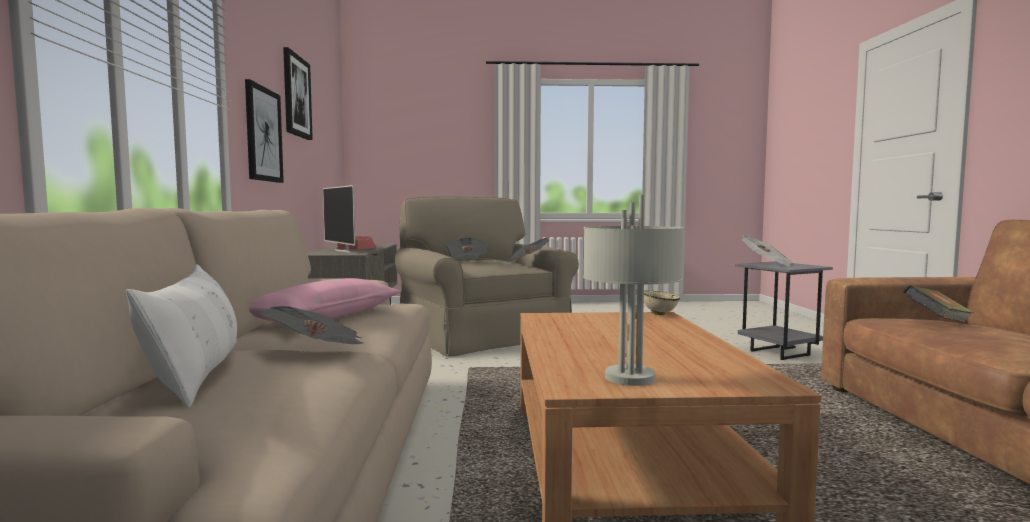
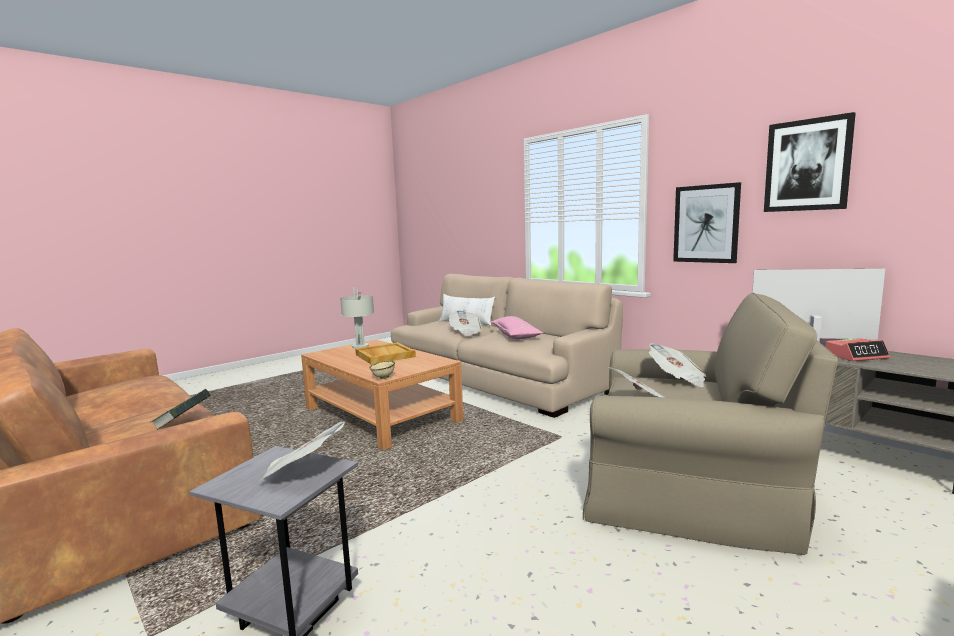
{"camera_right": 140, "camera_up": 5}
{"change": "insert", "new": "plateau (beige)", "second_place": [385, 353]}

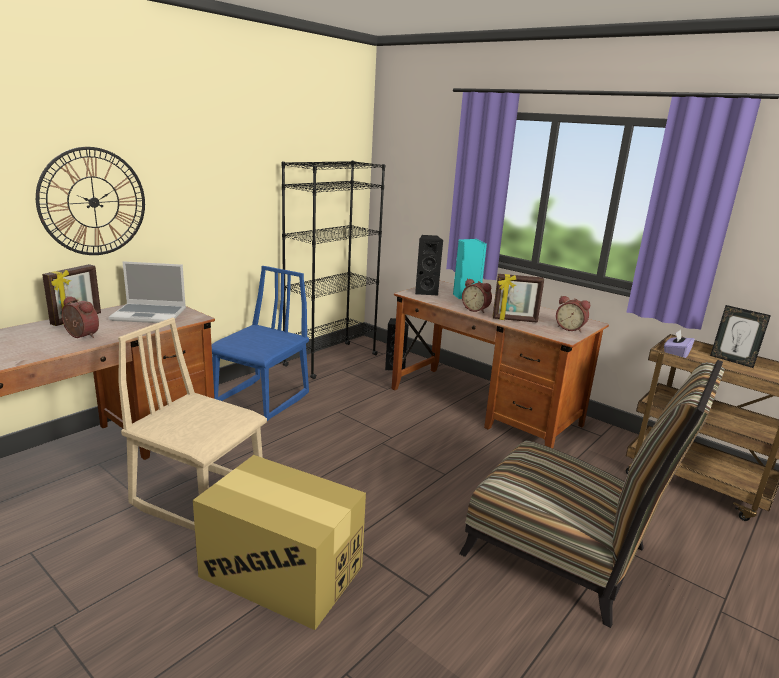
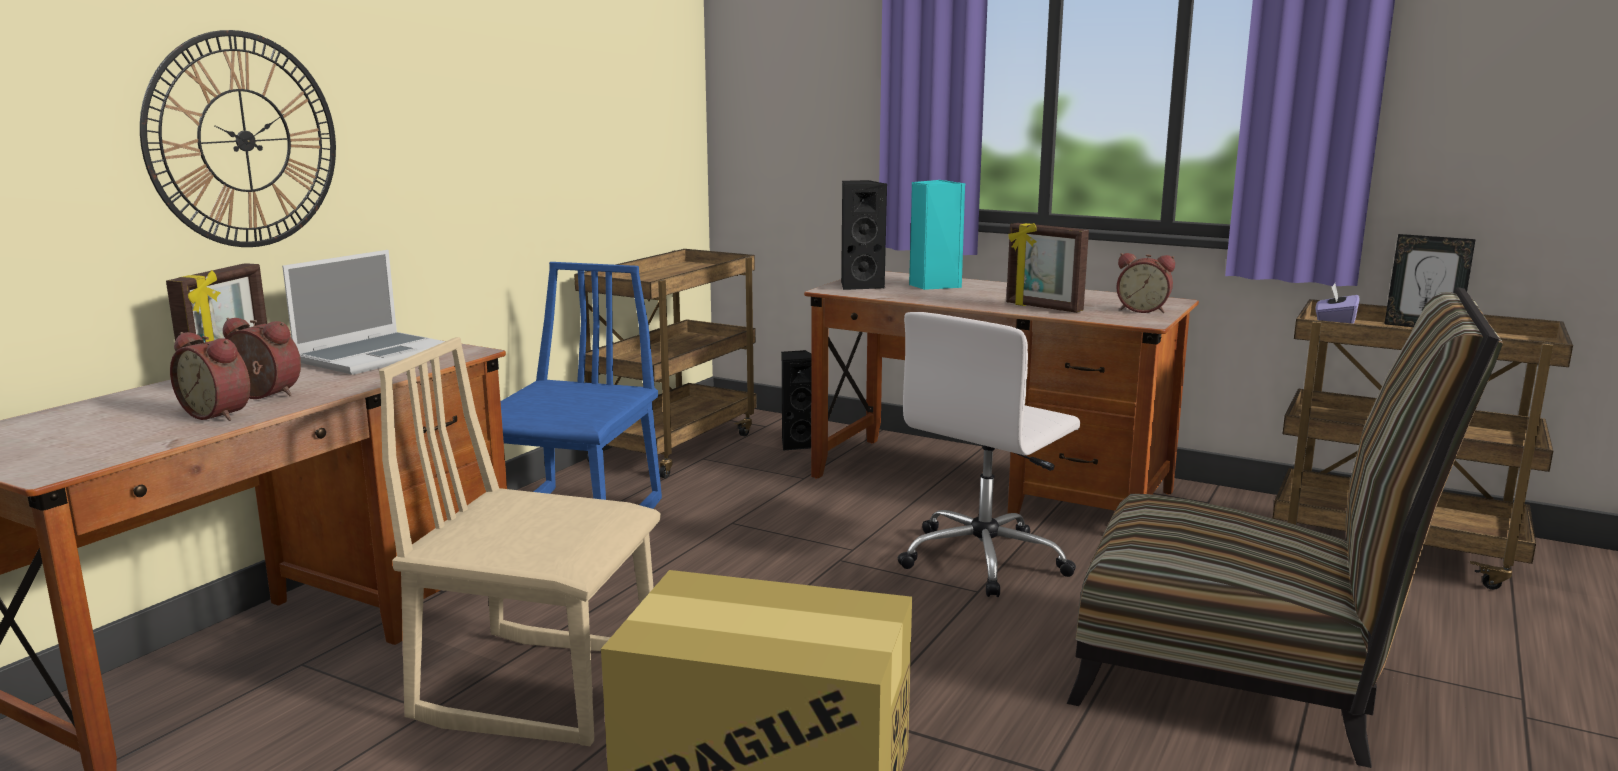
{"camera_right": -10, "camera_up": -5}
{"change": "insert", "new": "chaise de bureau (blanc)", "second_place": [989, 454]}
{"change": "move", "old": "réveil", "first_place": [477, 295], "second_place": [210, 376]}
{"change": "replace", "old": "bibliothèque (noir)", "new": "chariot (marron)", "first_place": [333, 269], "second_place": [665, 363]}
{"change": "rotate", "old": "ordinateur portable", "first_place": [147, 292], "second_place": [363, 312], "degrees": -45}
{"change": "rotate", "old": "cadre photo", "first_place": [518, 298], "second_place": [1047, 268], "degrees": 45}

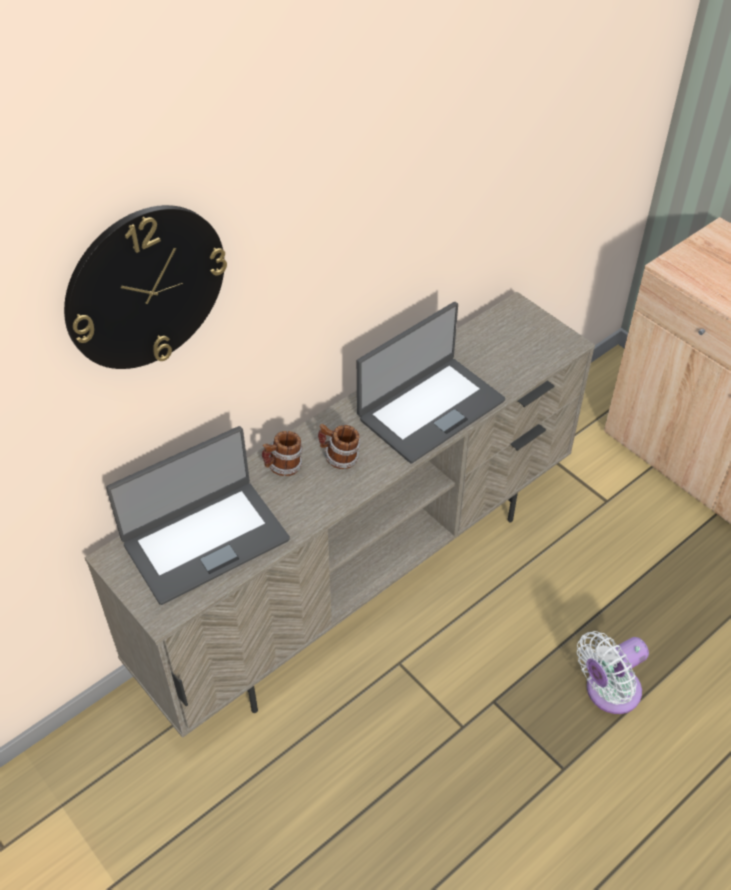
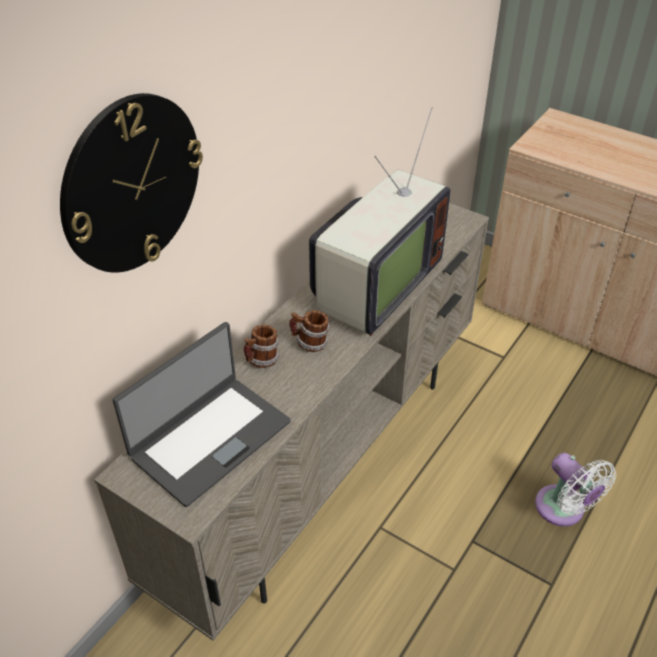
{"camera_right": -15, "camera_up": -5}
{"change": "replace", "old": "ordinateur portable", "new": "téléviseur", "first_place": [431, 383], "second_place": [379, 221]}
{"change": "rotate", "old": "ventilateur (blanc)", "first_place": [613, 672], "second_place": [575, 489], "degrees": -75}

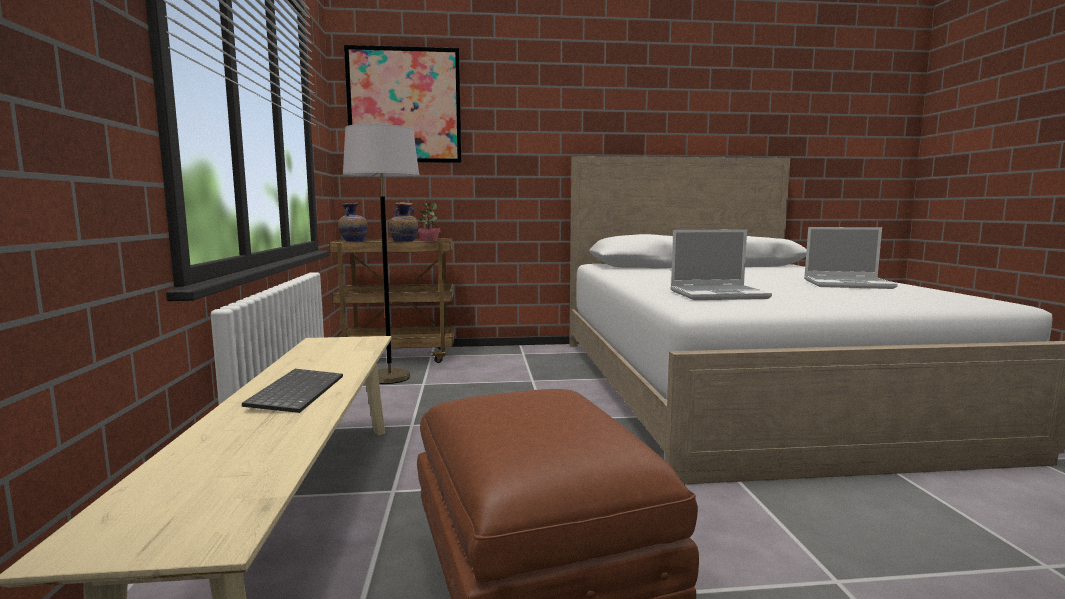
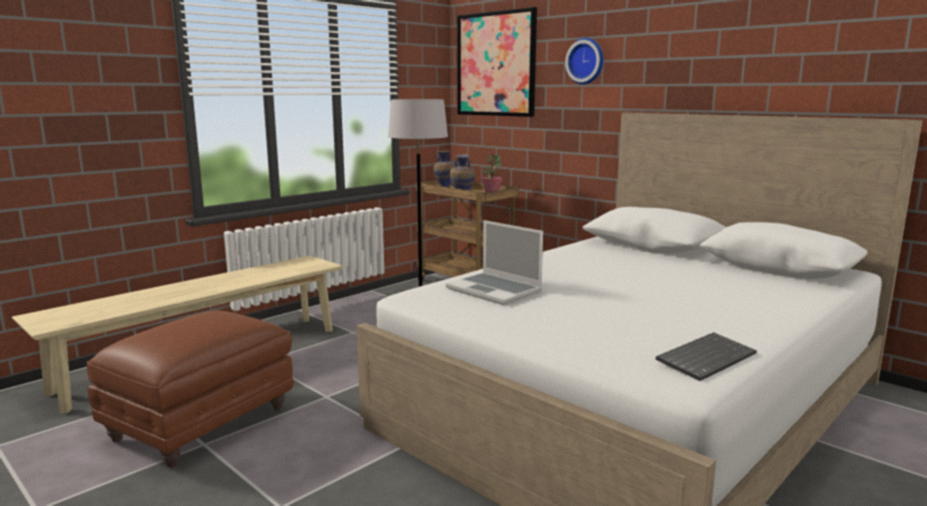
{"camera_right": 50, "camera_up": 5}
{"change": "delete", "old": "ordinateur portable", "first_place": [851, 258]}
{"change": "insert", "new": "horloge murale", "second_place": [584, 61]}
{"change": "move", "old": "clavier", "first_place": [292, 391], "second_place": [706, 356]}

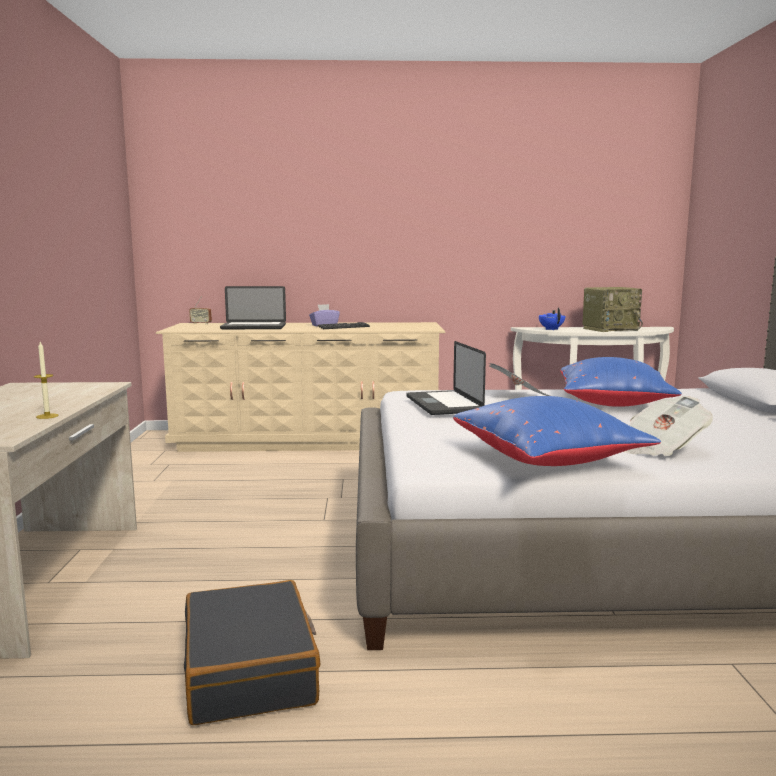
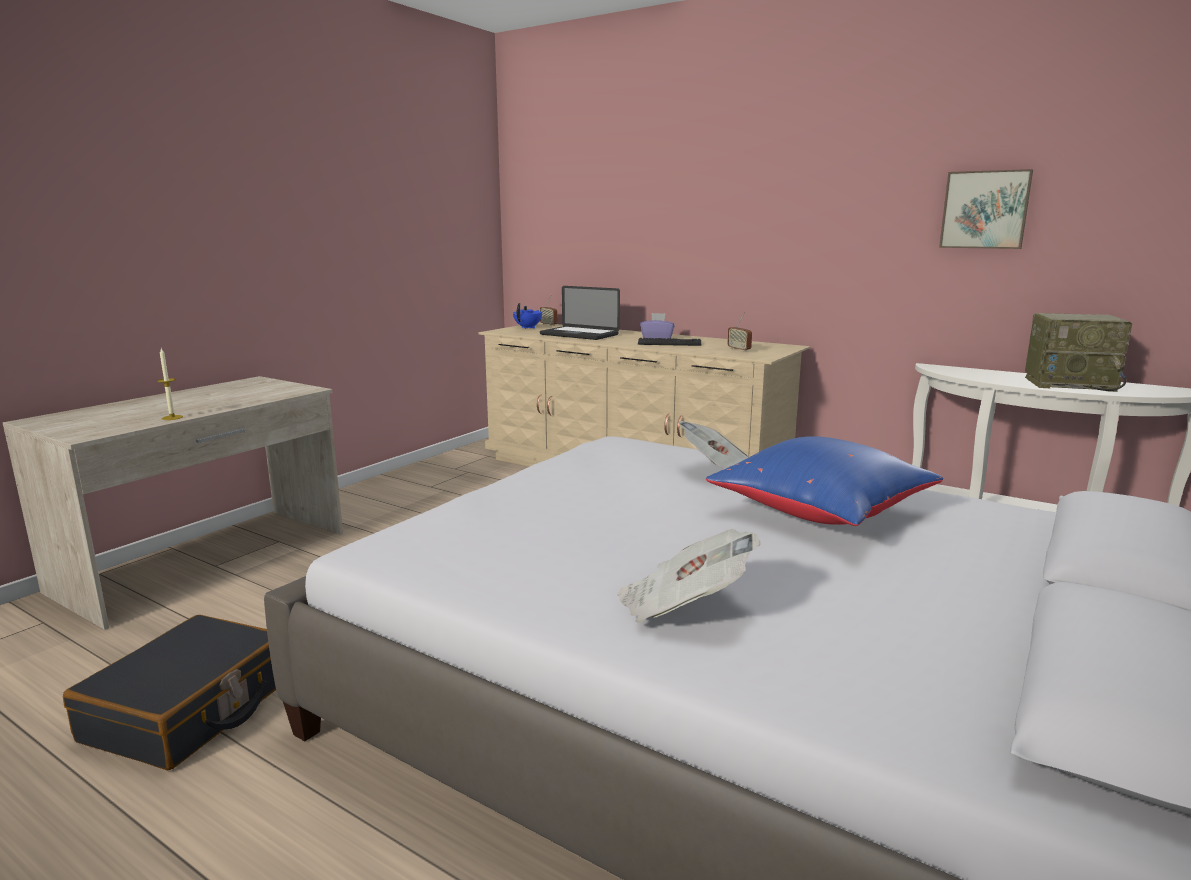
{"camera_right": 35, "camera_up": 5}
{"change": "delete", "old": "ordinateur portable", "first_place": [446, 378]}
{"change": "delete", "old": "coussin (bleu)", "first_place": [557, 431]}
{"change": "insert", "new": "radio", "second_place": [739, 332]}
{"change": "insert", "new": "tableau", "second_place": [986, 209]}
{"change": "move", "old": "théière (bleu)", "first_place": [552, 318], "second_place": [527, 316]}

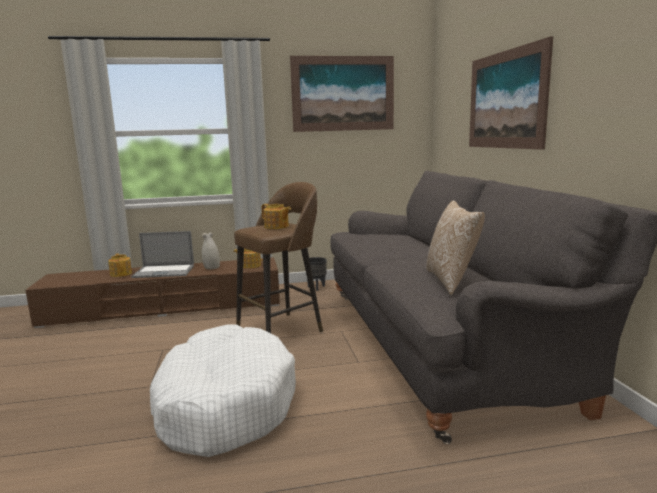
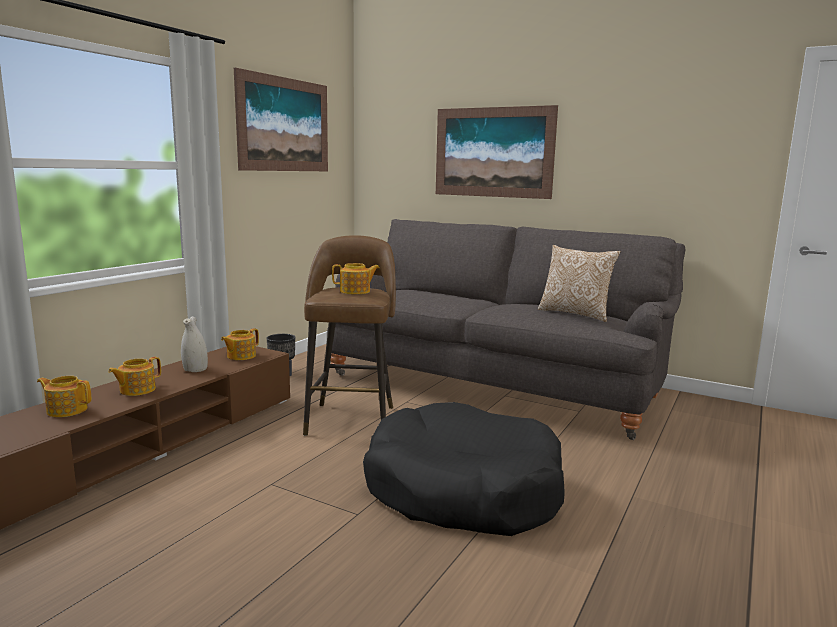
{"camera_right": -50, "camera_up": 0}
{"change": "replace", "old": "ordinateur portable", "new": "théière", "first_place": [162, 254], "second_place": [134, 376]}
{"change": "recolor", "old": "panier pour chien (blanc)", "new": "panier pour chien (noir)", "first_place": [223, 390], "second_place": [464, 469]}

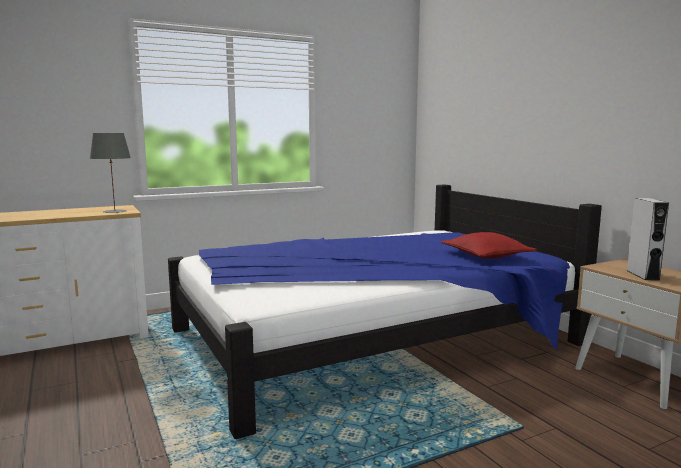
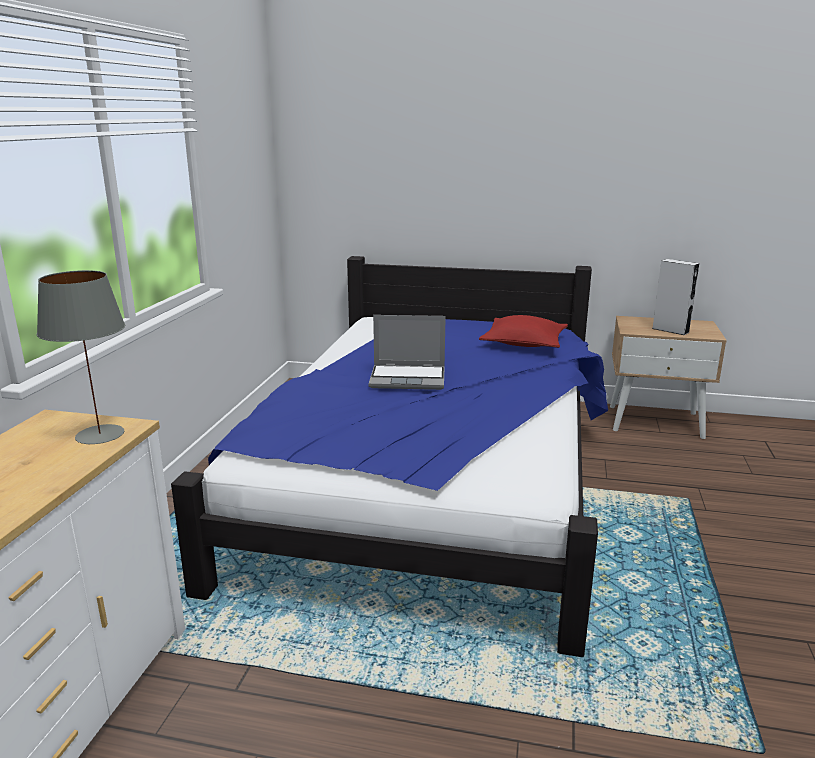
{"camera_right": -50, "camera_up": 10}
{"change": "insert", "new": "ordinateur portable", "second_place": [407, 352]}

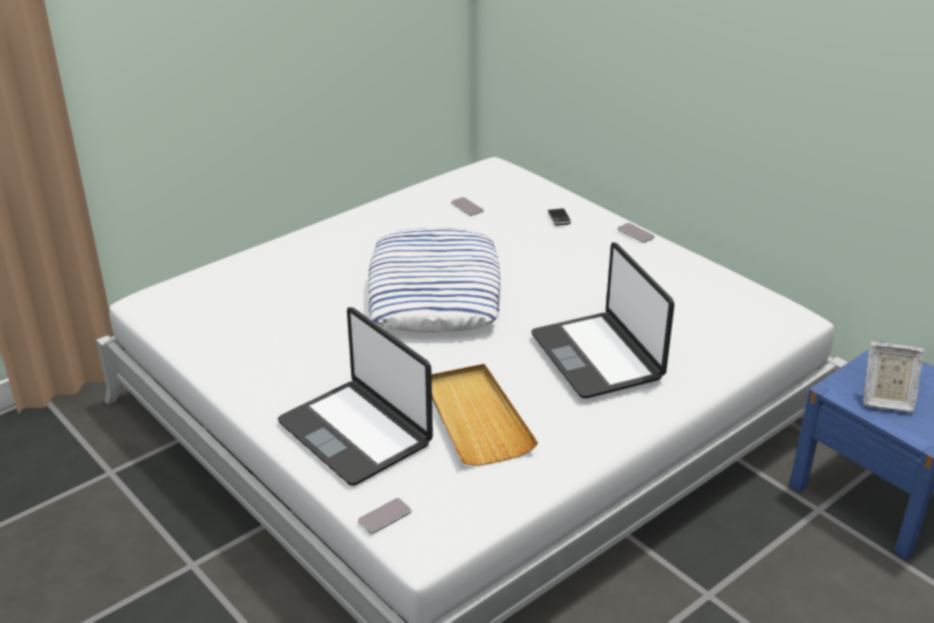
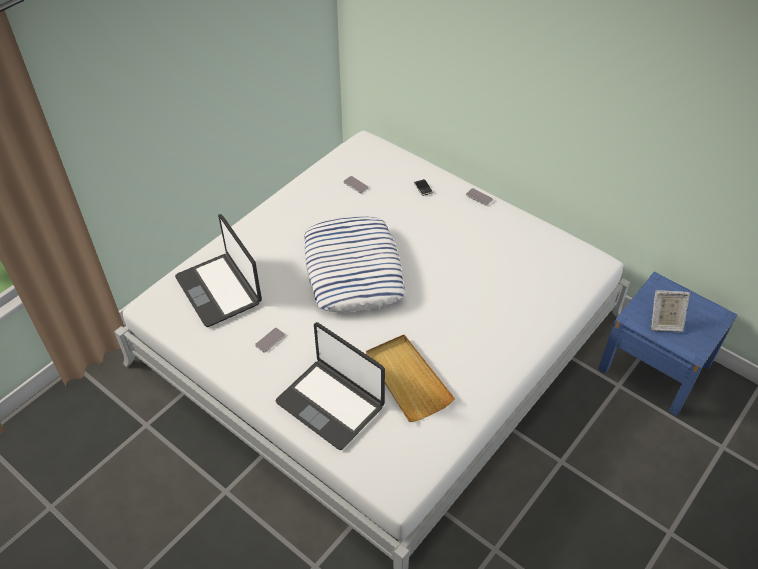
{"camera_right": -10, "camera_up": 15}
{"change": "move", "old": "téléphone", "first_place": [384, 516], "second_place": [270, 340]}
{"change": "move", "old": "ordinateur portable", "first_place": [602, 320], "second_place": [218, 270]}

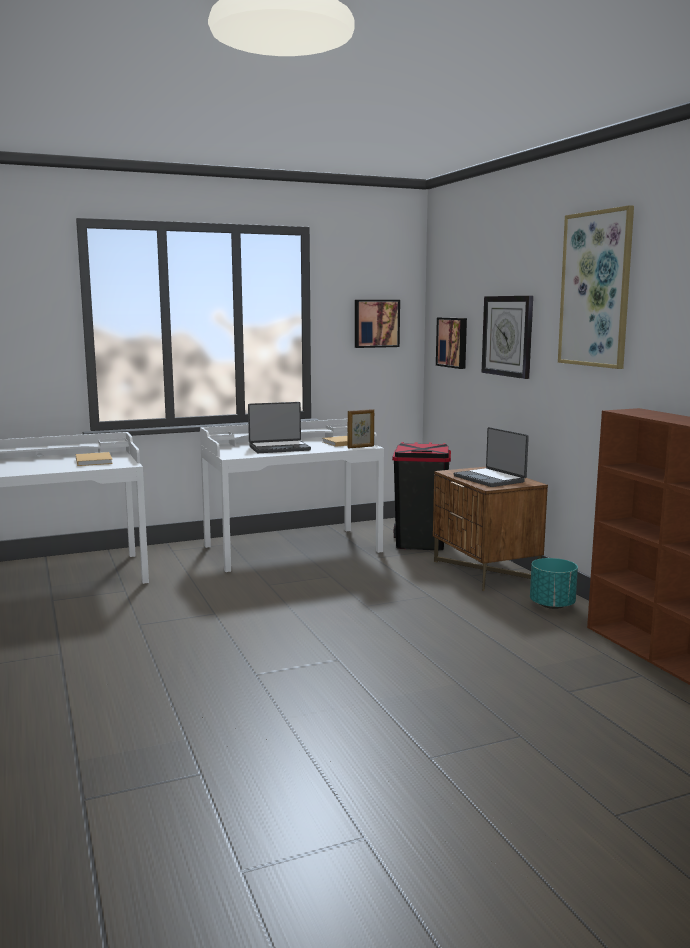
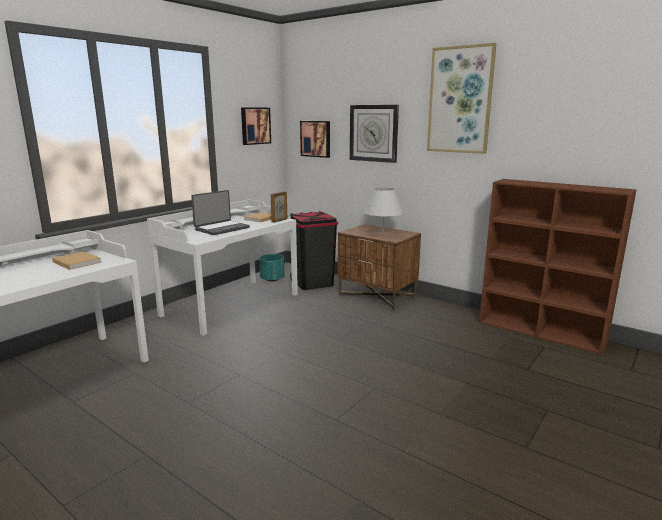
{"camera_right": -30, "camera_up": 5}
{"change": "move", "old": "cache-pot (turquoise)", "first_place": [554, 583], "second_place": [272, 267]}
{"change": "replace", "old": "ordinateur portable", "new": "lampe de table (blanc)", "first_place": [491, 457], "second_place": [383, 205]}

